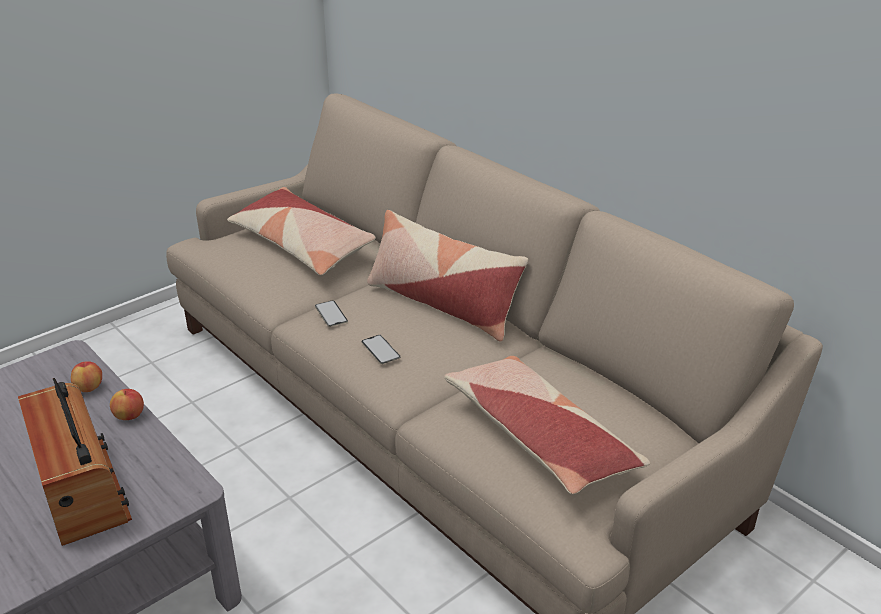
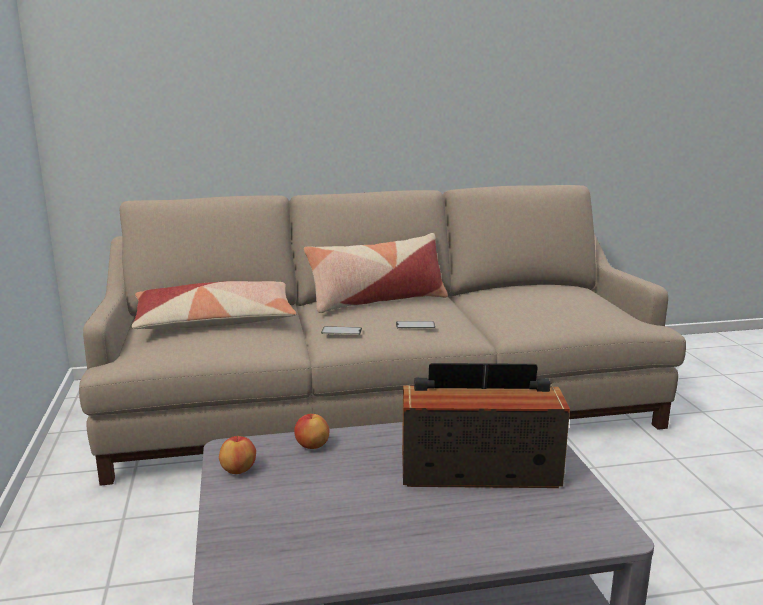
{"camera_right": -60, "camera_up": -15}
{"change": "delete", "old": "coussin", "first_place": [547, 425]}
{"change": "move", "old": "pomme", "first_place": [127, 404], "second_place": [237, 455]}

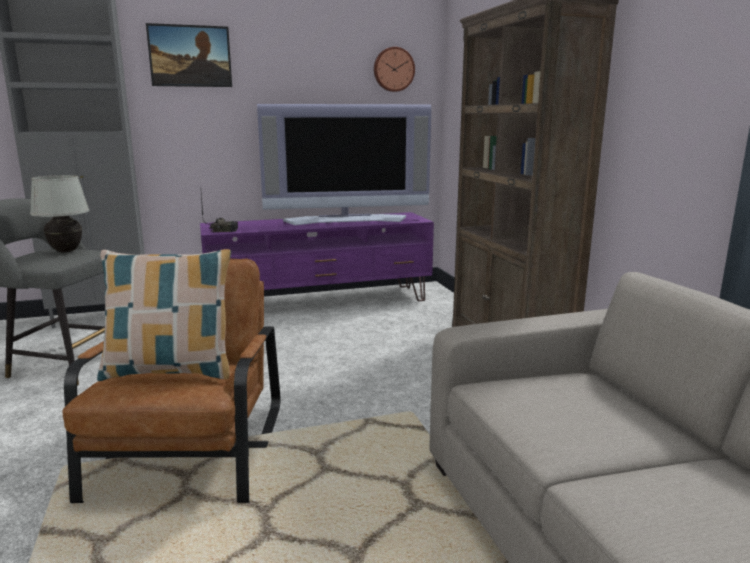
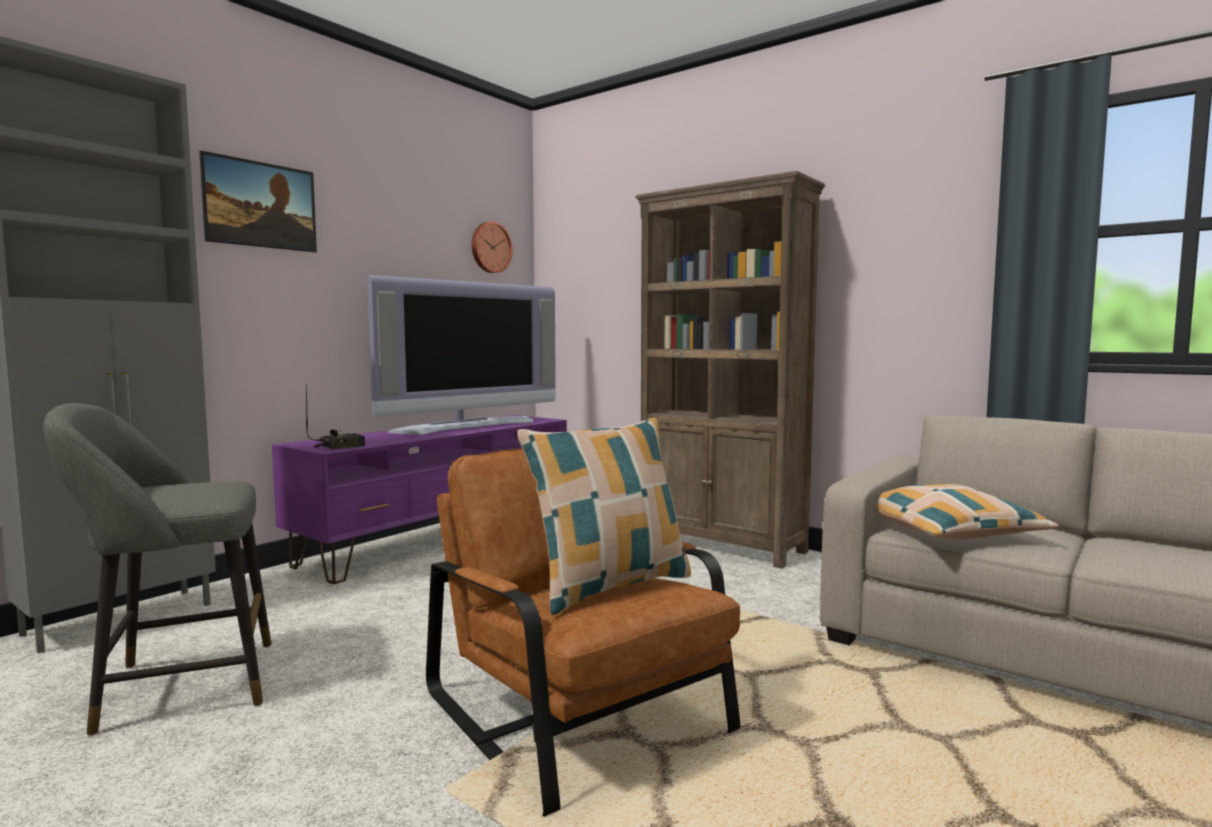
{"camera_right": -35, "camera_up": -10}
{"change": "delete", "old": "lampe de table (blanc)", "first_place": [60, 213]}
{"change": "insert", "new": "coussin", "second_place": [967, 512]}

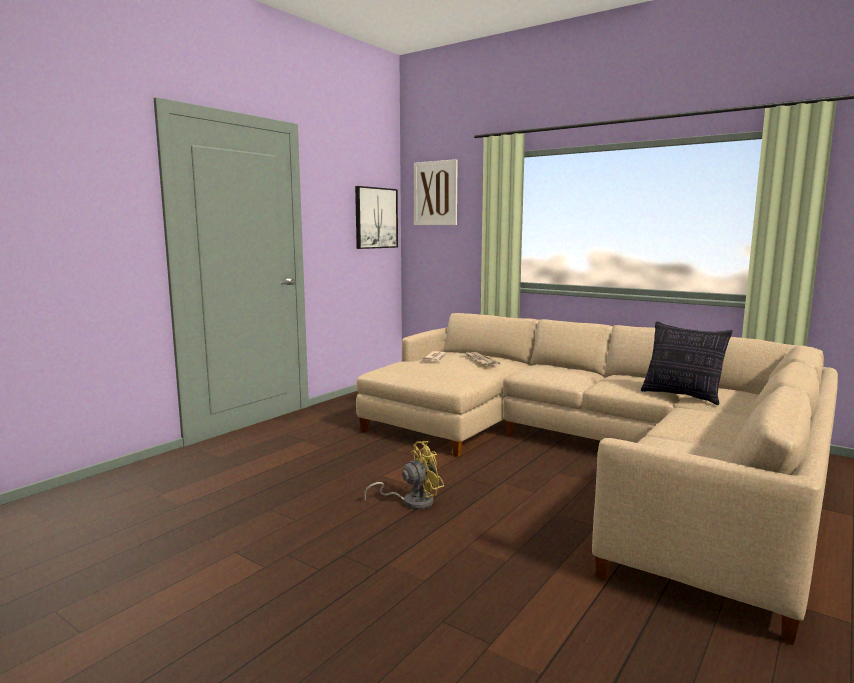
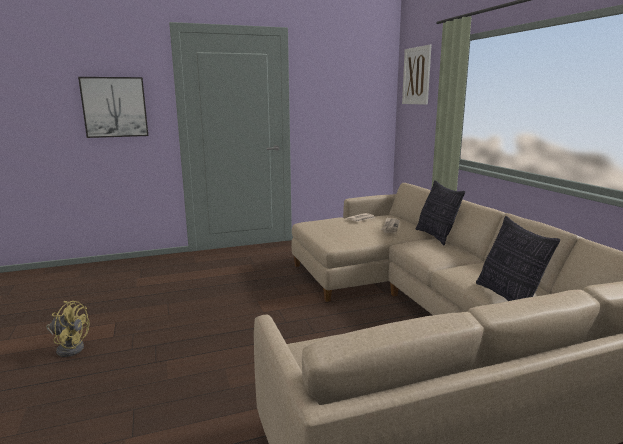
{"camera_right": 35, "camera_up": 5}
{"change": "insert", "new": "coussin", "second_place": [440, 212]}
{"change": "move", "old": "tableau", "first_place": [376, 217], "second_place": [113, 107]}
{"change": "move", "old": "ventilateur (jaune)", "first_place": [404, 475], "second_place": [68, 329]}

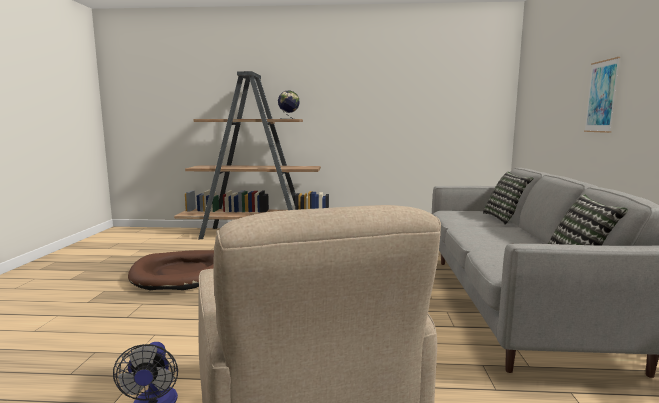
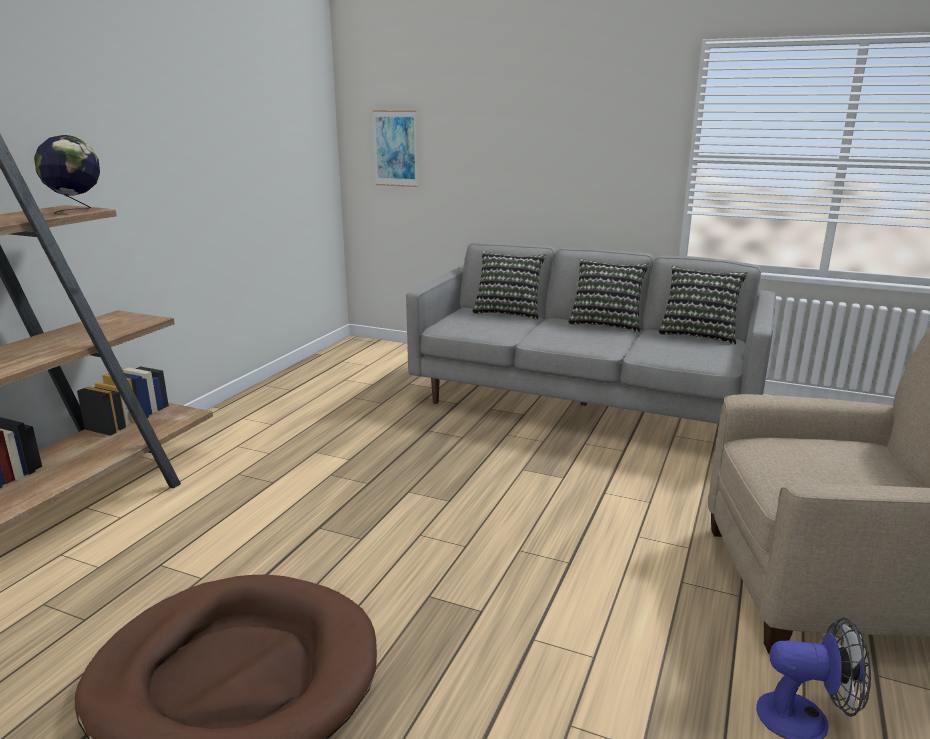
{"camera_right": -70, "camera_up": 10}
{"change": "insert", "new": "coussin", "second_place": [608, 295]}
{"change": "move", "old": "tableau", "first_place": [602, 95], "second_place": [395, 148]}

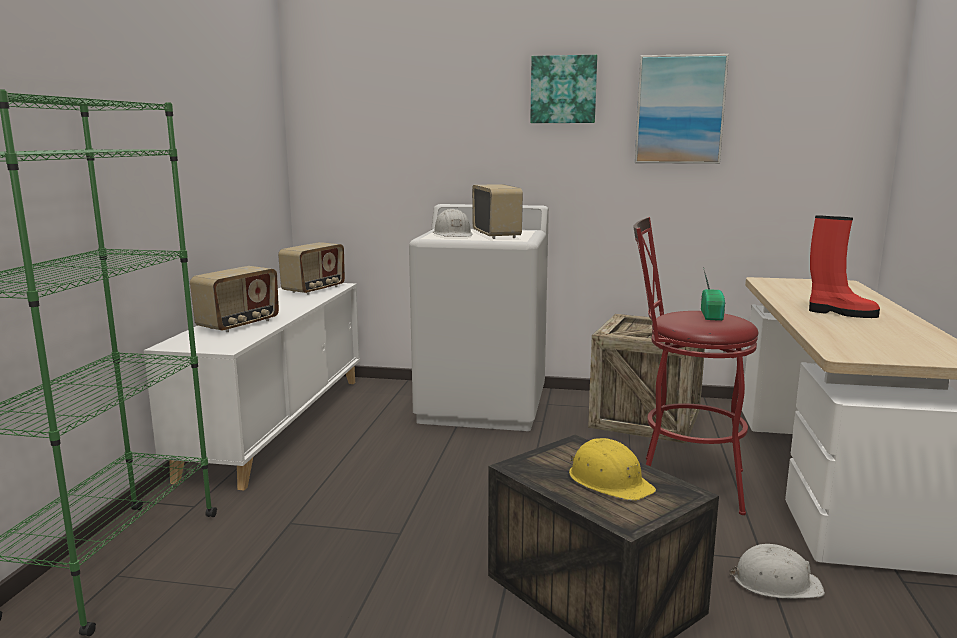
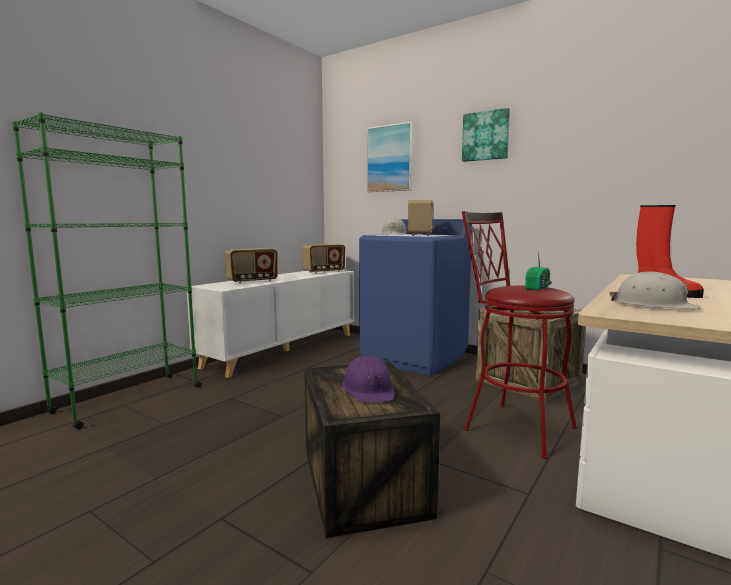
{"camera_right": 25, "camera_up": -5}
{"change": "move", "old": "tableau", "first_place": [682, 109], "second_place": [390, 157]}
{"change": "move", "old": "casque de chantier (blanc)", "first_place": [777, 571], "second_place": [655, 290]}
{"change": "recolor", "old": "lave-linge (blanc)", "new": "lave-linge (bleu)", "first_place": [479, 317], "second_place": [415, 297]}
{"change": "recolor", "old": "casque de chantier (jaune)", "new": "casque de chantier (violet)", "first_place": [612, 469], "second_place": [368, 379]}

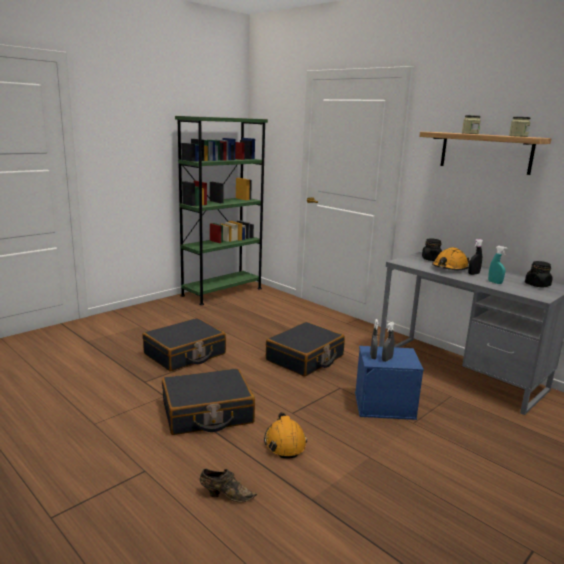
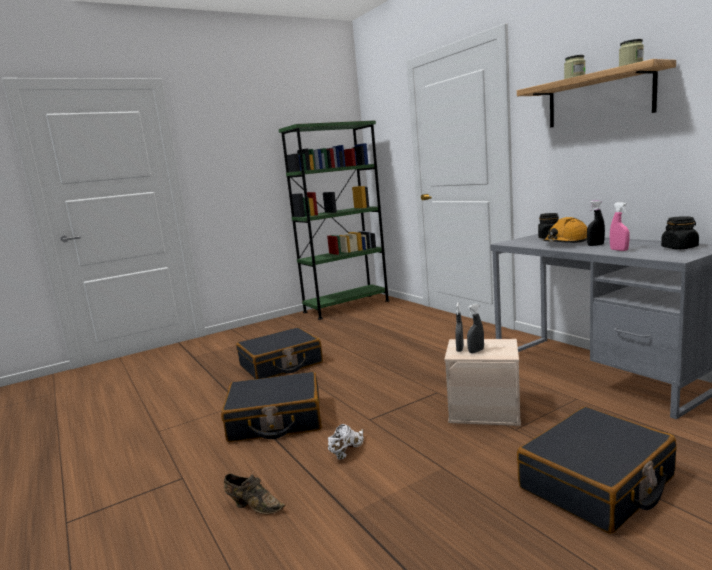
{"camera_right": 15, "camera_up": -5}
{"change": "move", "old": "valise (noir)", "first_place": [305, 349], "second_place": [596, 470]}
{"change": "replace", "old": "casque de chantier (orange)", "new": "chaussure (blanc)", "first_place": [285, 435], "second_place": [346, 441]}
{"change": "recolor", "old": "boîte de rangement (bleu)", "new": "boîte de rangement (beige)", "first_place": [389, 383], "second_place": [482, 382]}
{"change": "recolor", "old": "vaporisateur (turquoise)", "new": "vaporisateur (rose)", "first_place": [498, 265], "second_place": [620, 226]}

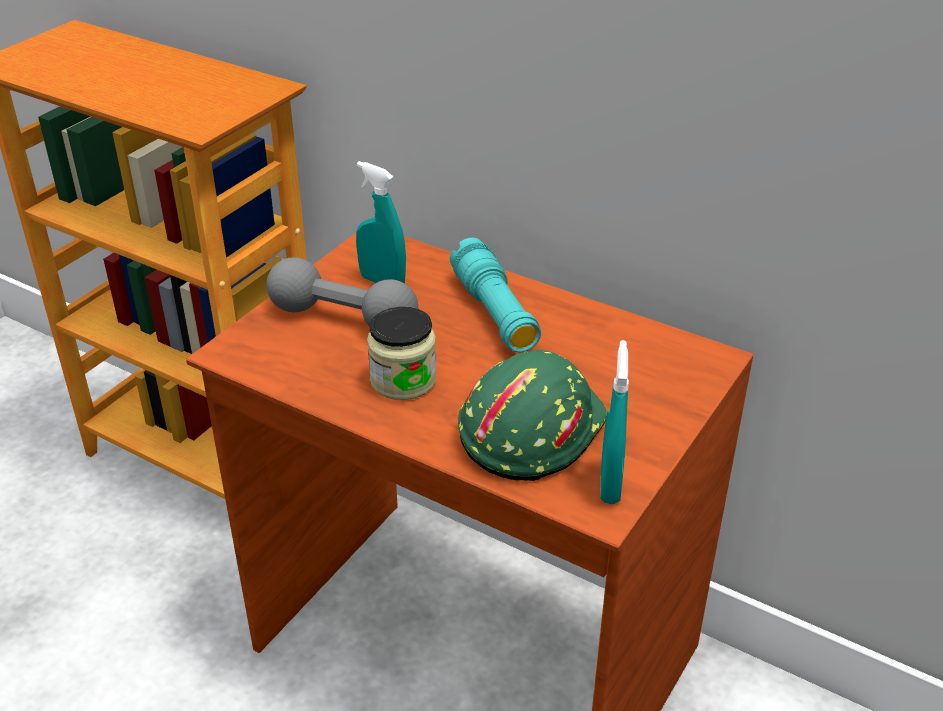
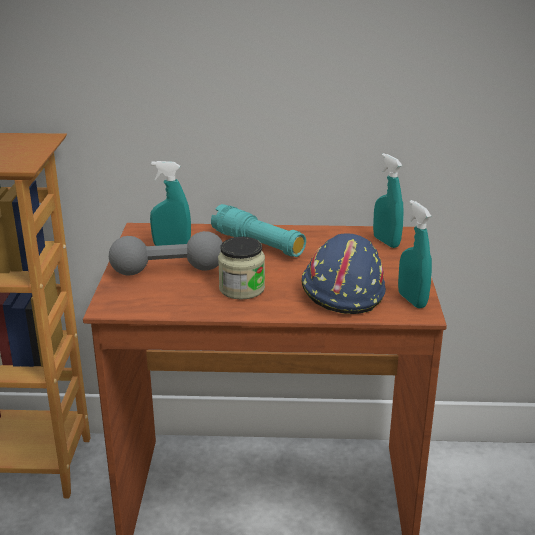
{"camera_right": -30, "camera_up": -10}
{"change": "insert", "new": "vaporisateur (turquoise)", "second_place": [388, 200]}
{"change": "recolor", "old": "casque de chantier (vert)", "new": "casque de chantier (bleu)", "first_place": [532, 415], "second_place": [343, 274]}

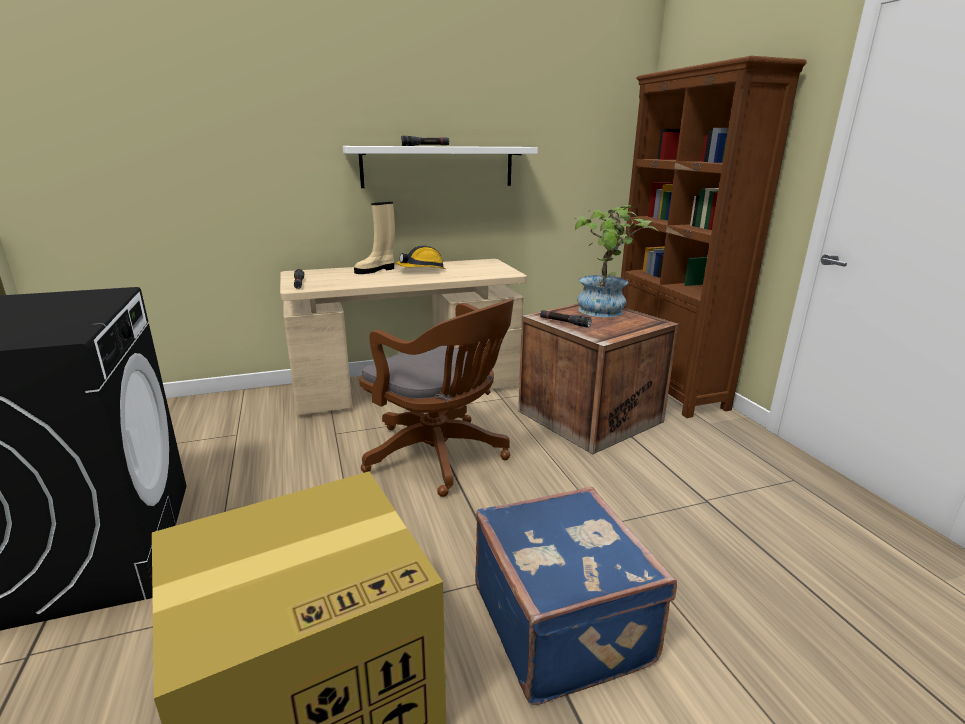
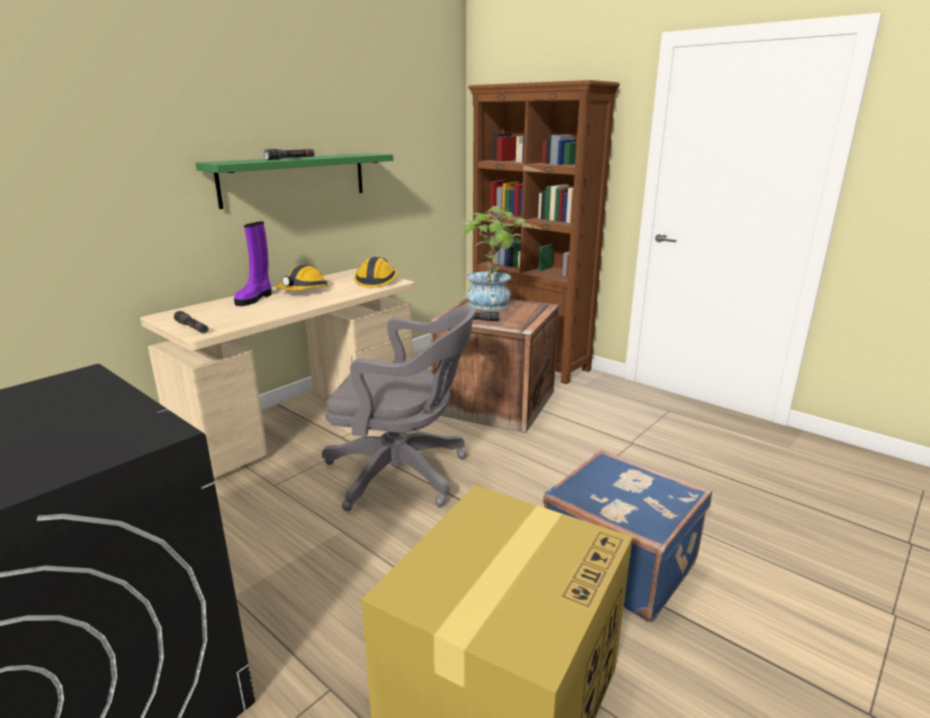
{"camera_right": -30, "camera_up": 0}
{"change": "insert", "new": "casque de chantier", "second_place": [376, 272]}
{"change": "recolor", "old": "étagère (blanc)", "new": "étagère (vert)", "first_place": [440, 167], "second_place": [294, 181]}
{"change": "recolor", "old": "botte (beige)", "new": "botte (violet)", "first_place": [374, 238], "second_place": [253, 263]}
{"change": "recolor", "old": "chaise de bureau (marron)", "new": "chaise de bureau (gris)", "first_place": [436, 398], "second_place": [398, 408]}

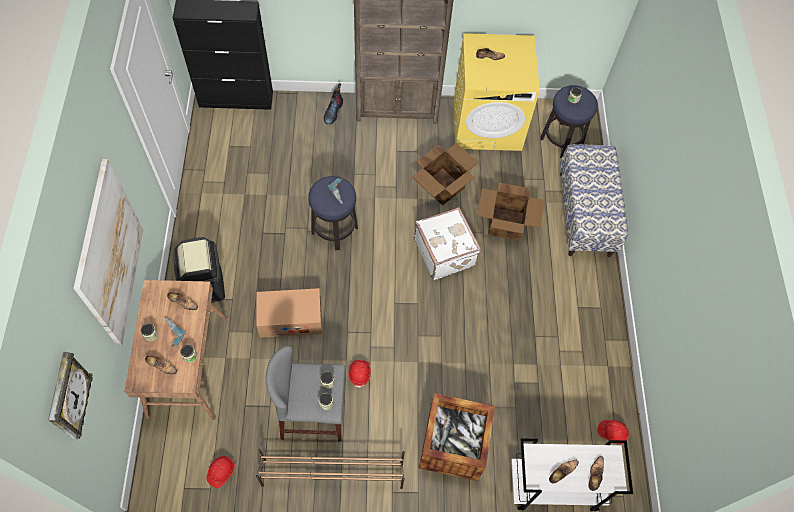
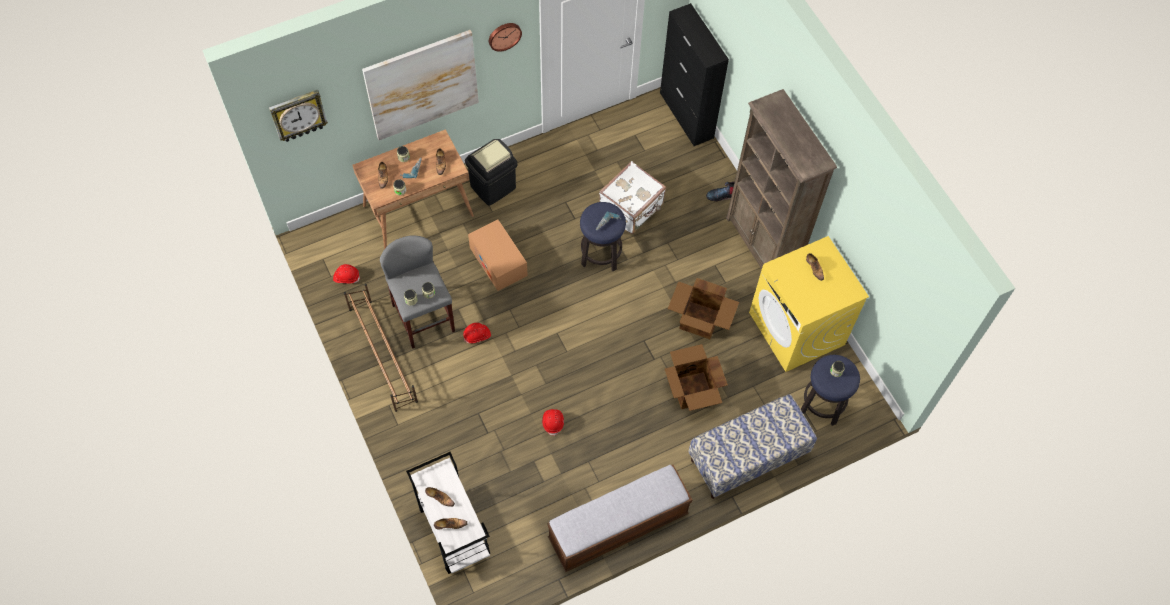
{"camera_right": 65, "camera_up": 0}
{"change": "delete", "old": "caisse", "first_place": [457, 437]}
{"change": "insert", "new": "horloge murale", "second_place": [505, 37]}
{"change": "insert", "new": "banc", "second_place": [620, 518]}
{"change": "move", "old": "valise (blanc)", "first_place": [447, 243], "second_place": [632, 197]}
{"change": "move", "old": "casque de chantier (rouge)", "first_place": [613, 432], "second_place": [553, 422]}

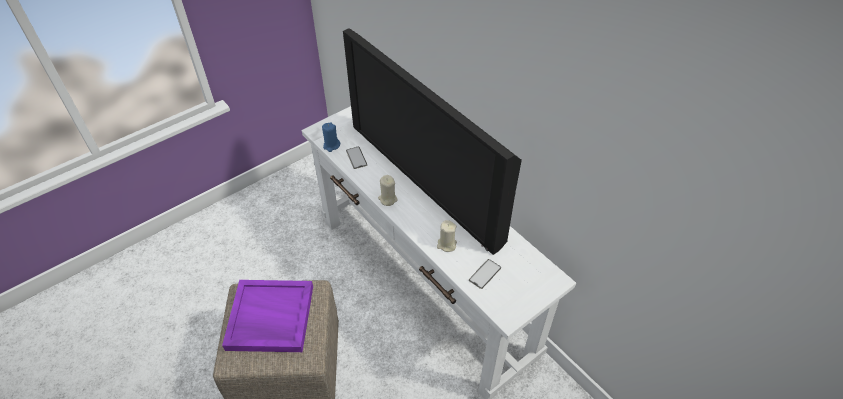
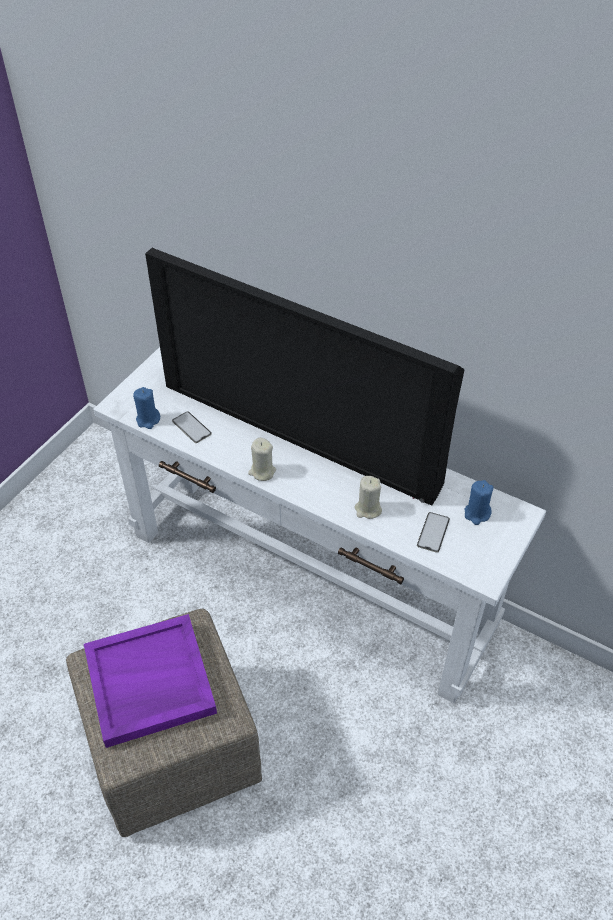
{"camera_right": -20, "camera_up": 0}
{"change": "insert", "new": "bougie (bleu)", "second_place": [479, 502]}

